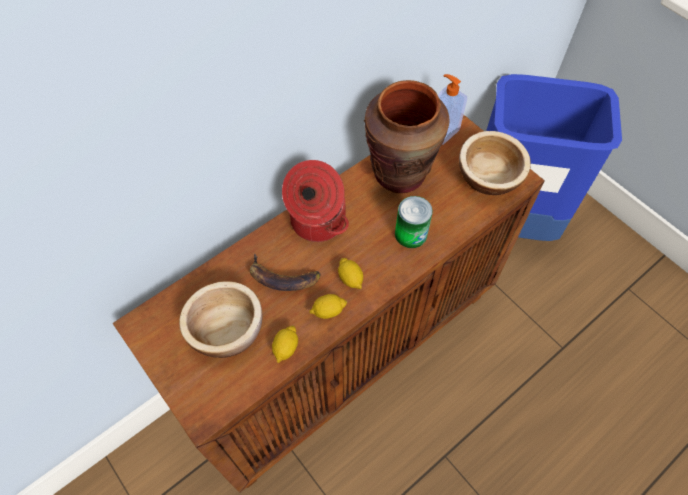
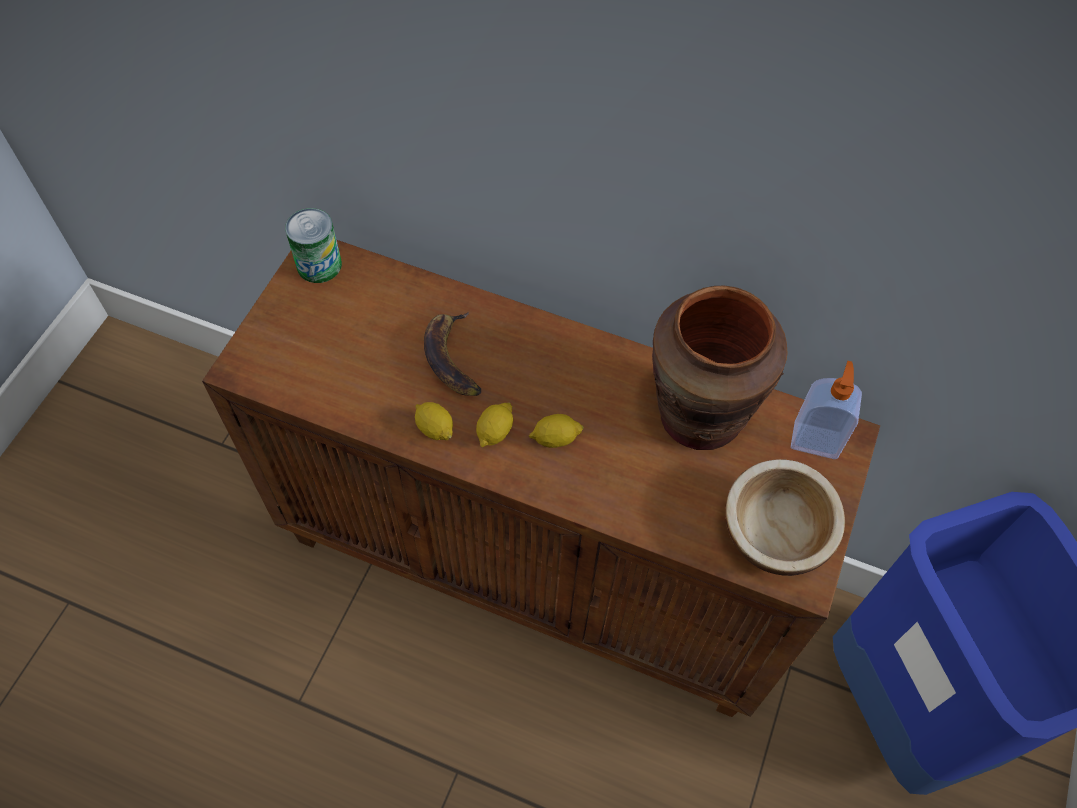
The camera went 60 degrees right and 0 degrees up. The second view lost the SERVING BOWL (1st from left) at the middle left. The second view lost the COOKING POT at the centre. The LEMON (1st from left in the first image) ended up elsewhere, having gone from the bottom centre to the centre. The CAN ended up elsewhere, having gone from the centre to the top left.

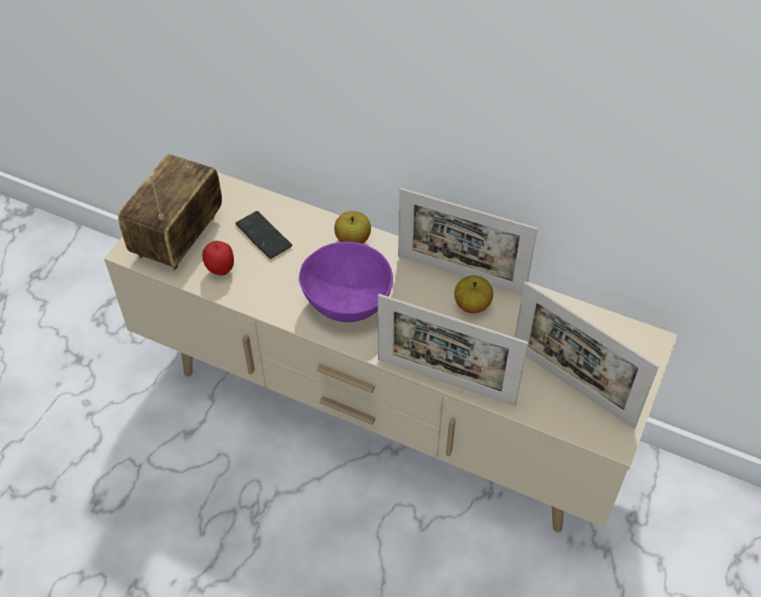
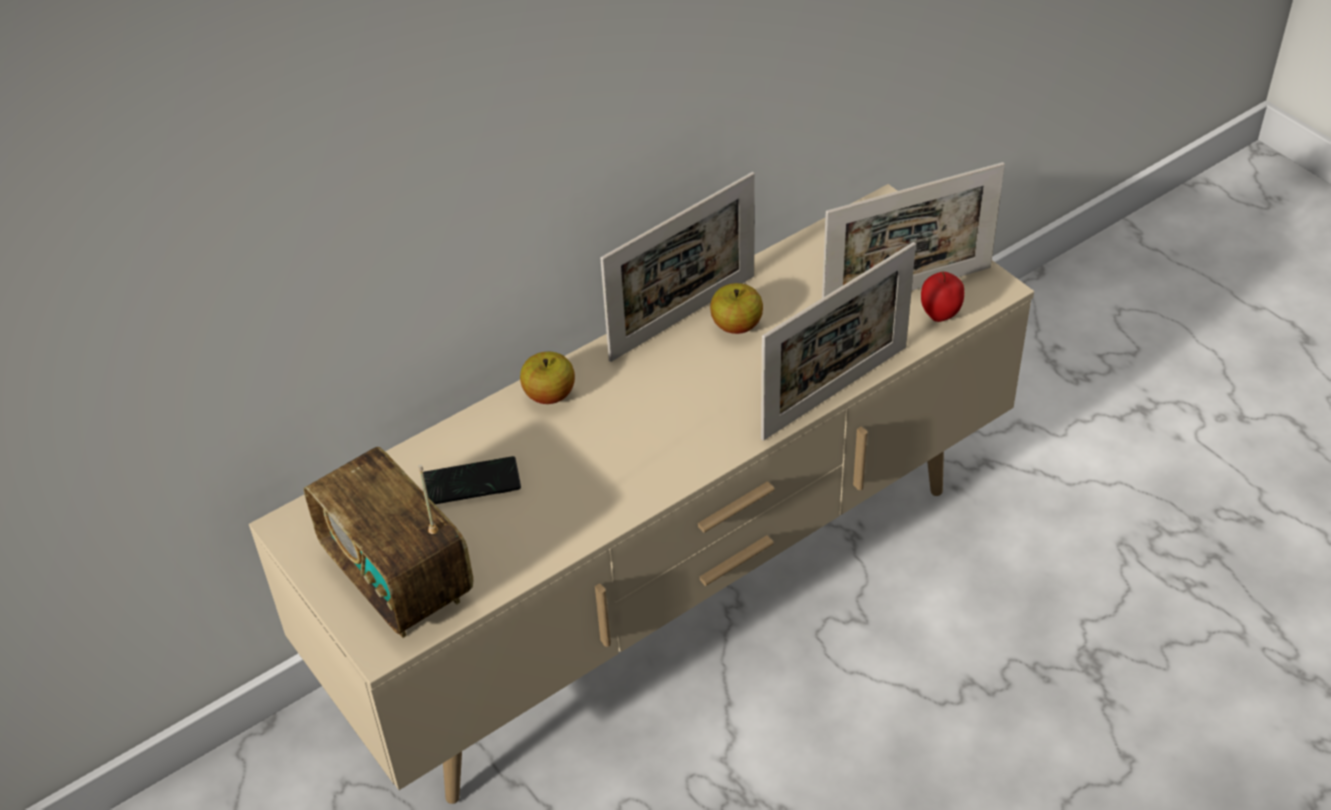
The camera went 60 degrees left and 5 degrees down. The second view lost the PURPLISH SERVING BOWL at the centre. The APPLE FRUIT (1st from left in the first image) ended up elsewhere, having gone from the middle left to the middle right.

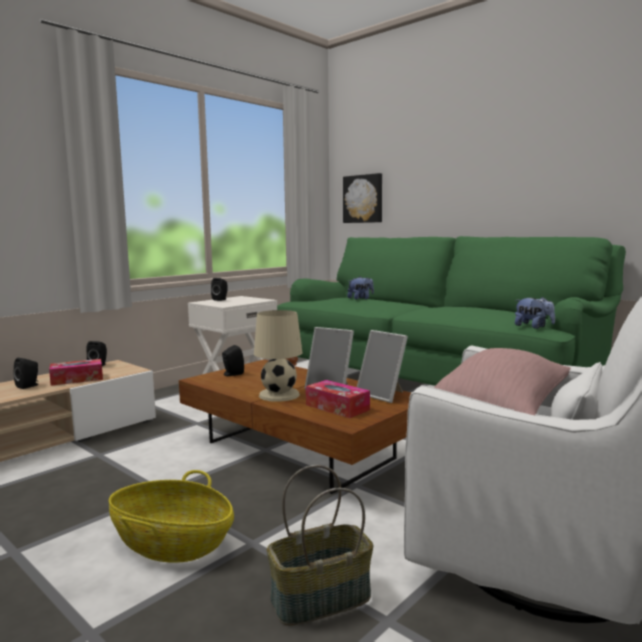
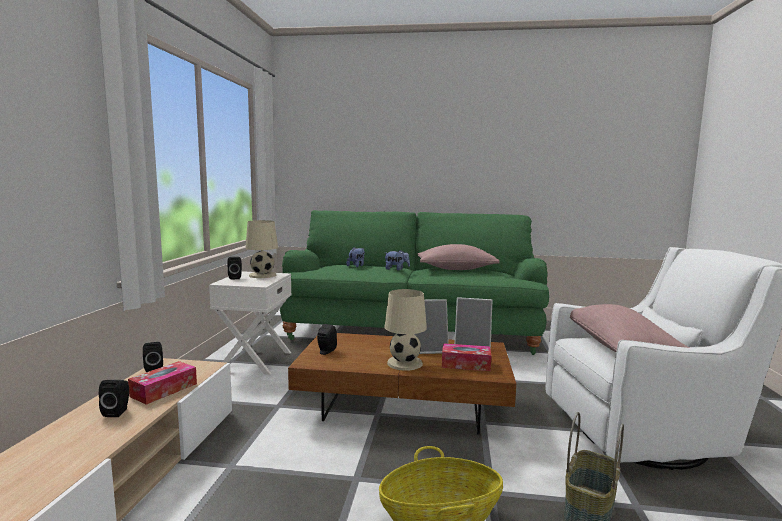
The camera went 35 degrees left and 0 degrees up. The second view lost the WALL PICTURE at the top centre. The second view gained the SAND-COLOURED LAMP FOR A TABLE (1st from left) at the centre. The second view gained the PINK-COLOURED CUSHION (1st from left) at the centre. The CUDDLY TOY (2nd from left) ended up elsewhere, having gone from the middle right to the centre.

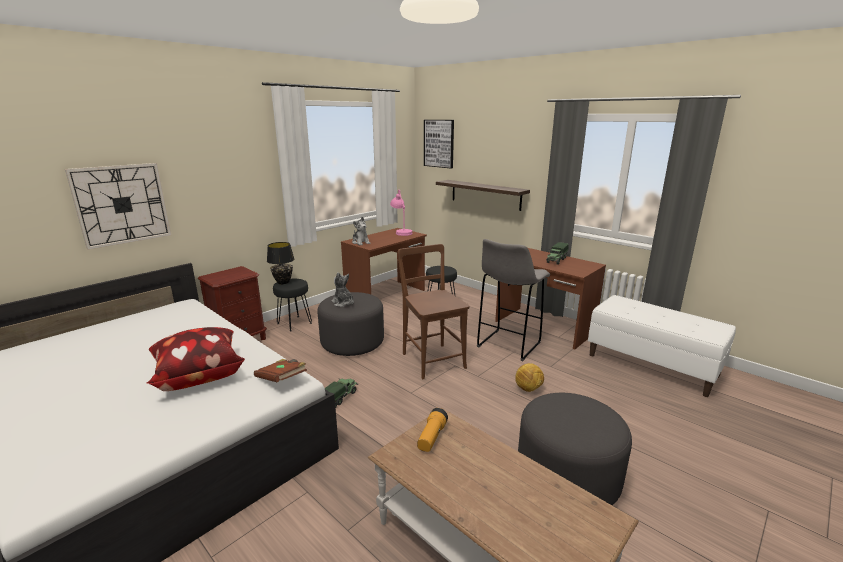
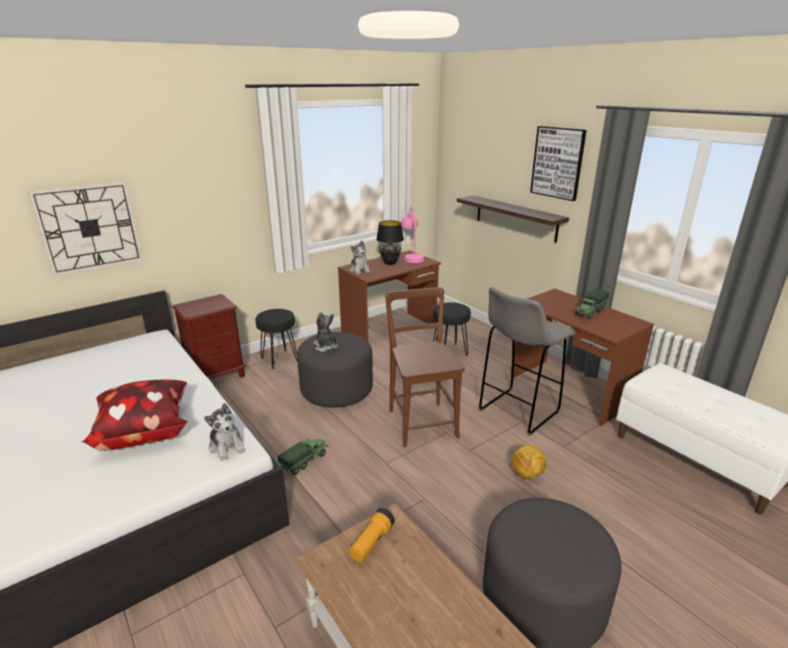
The camera went 10 degrees right and 5 degrees up. The BLACK LAMP FOR A TABLE ended up elsewhere, having gone from the middle left to the centre. The WALL PICTURE ended up elsewhere, having gone from the top centre to the top right. Where the BROWN VOLUME stood at the middle left, the CUDDLY TOY (1st from left) came to stand at the bottom left.

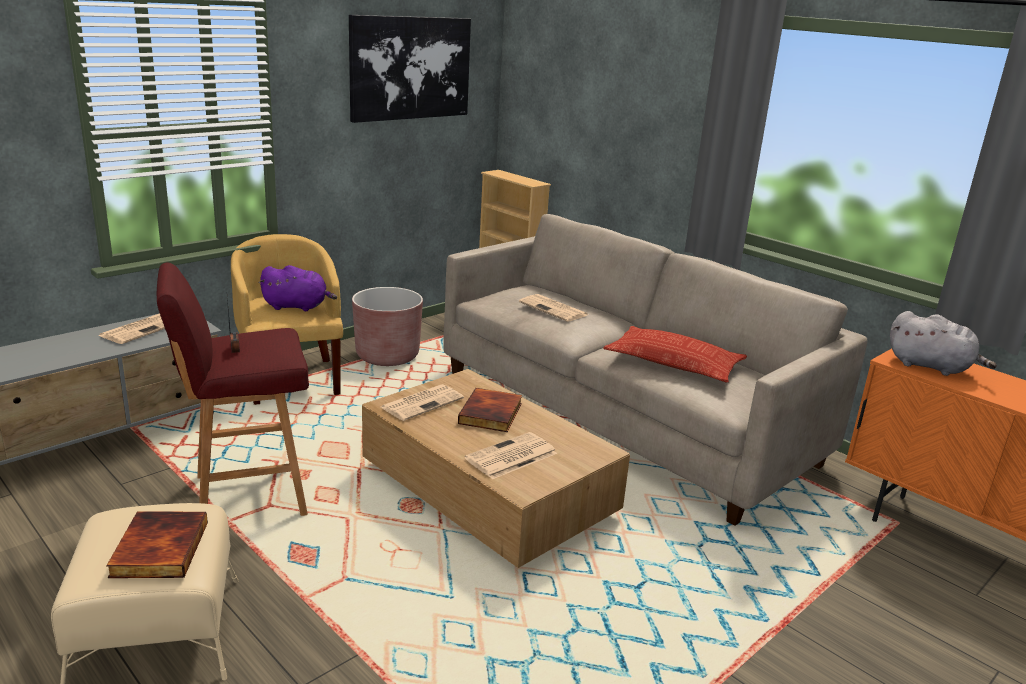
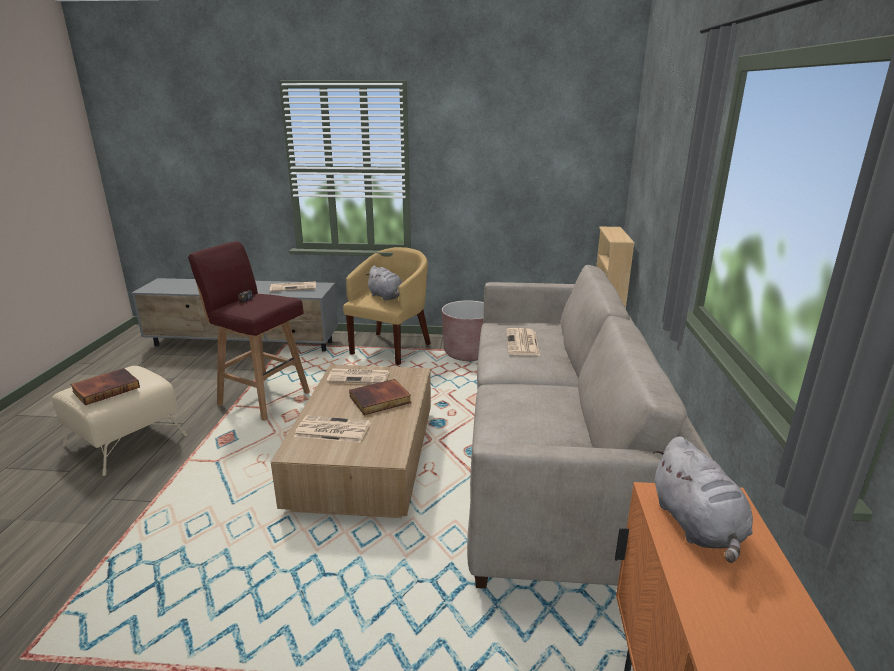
The camera went 50 degrees right and 0 degrees up. The second view lost the WALL PICTURE at the top centre. The second view lost the CUSHION at the centre. What was the PURPLISH CUDDLY TOY at the middle left turned into the GREY CUDDLY TOY (1st from left) at the centre.

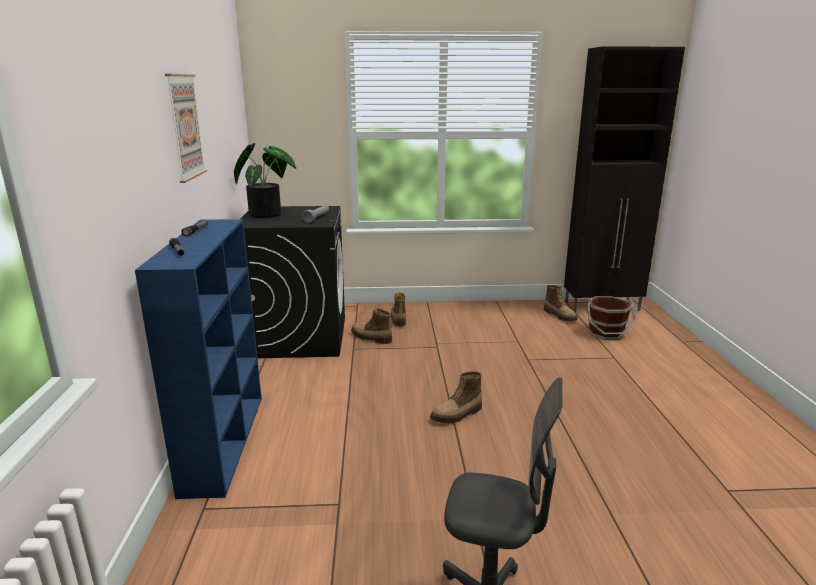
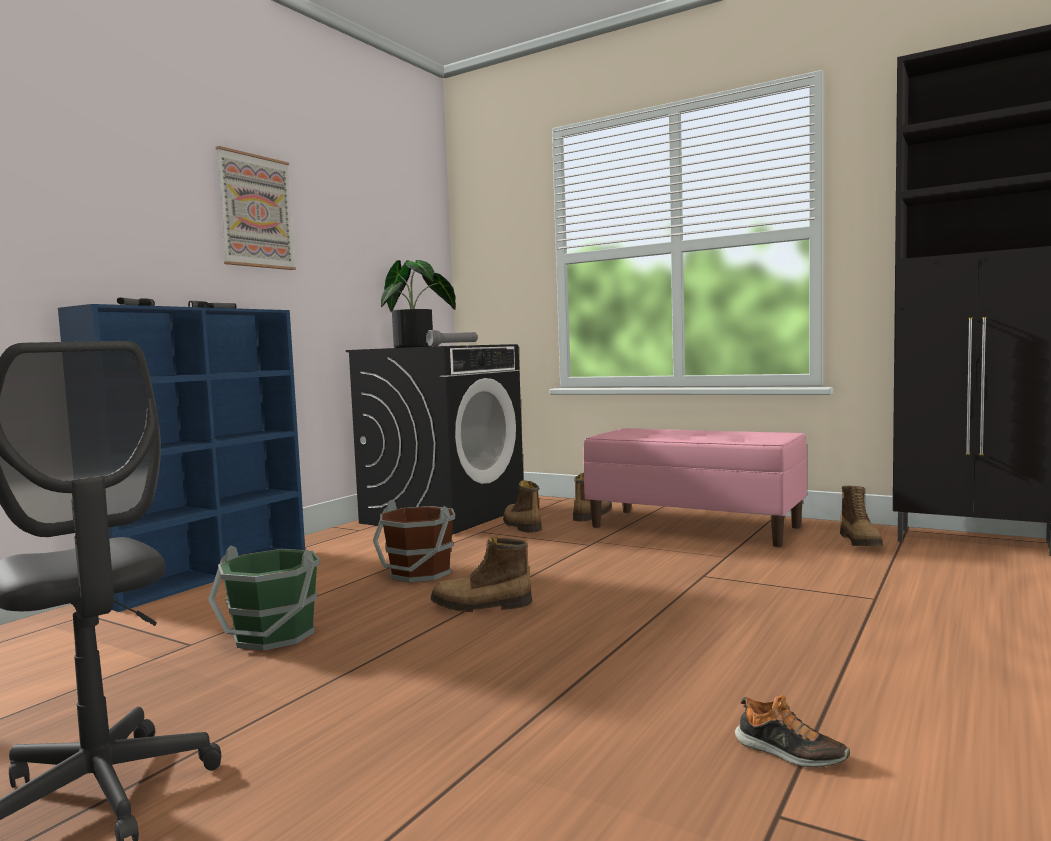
The camera went 35 degrees right and 15 degrees down. The second view gained the GREEN-COLOURED BUCKET at the bottom left. The second view gained the PINK-COLOURED INDOOR BENCH at the centre. The second view gained the LOW SHOE at the bottom right. The BROWN BUCKET ended up elsewhere, having gone from the middle right to the centre.

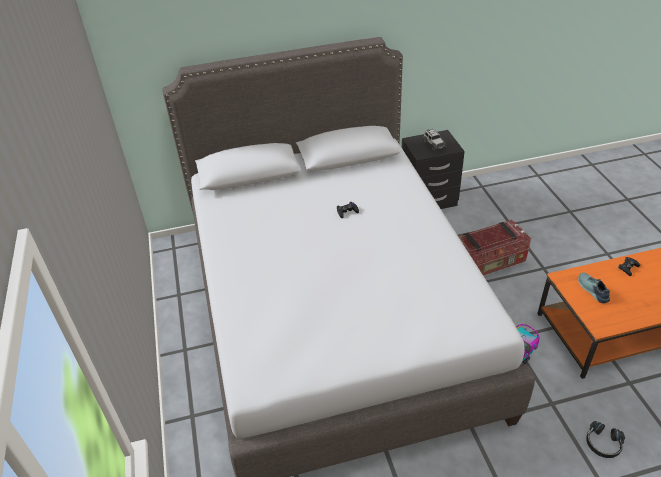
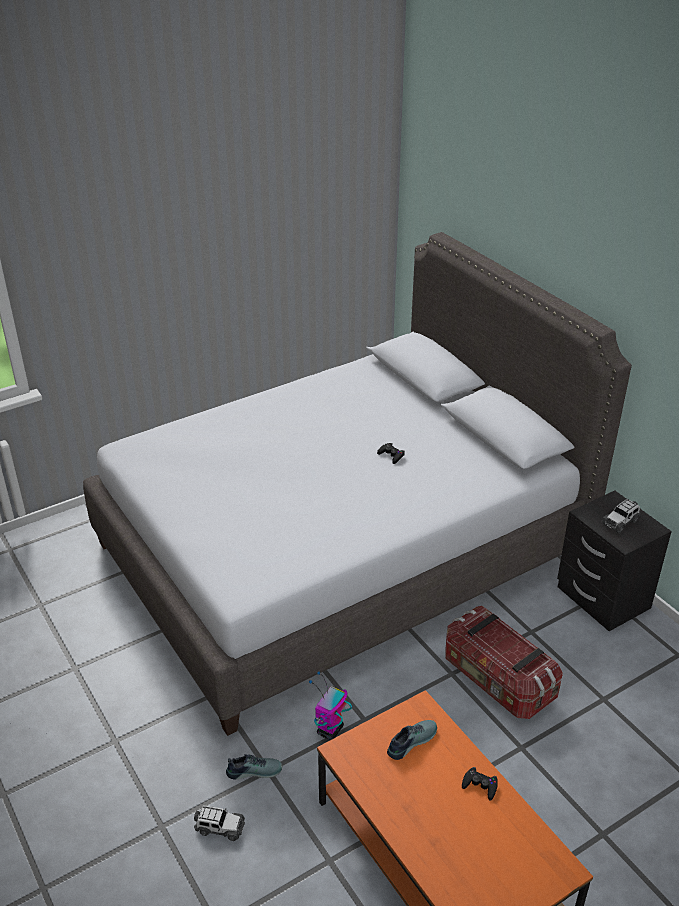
The camera went 70 degrees right and 5 degrees down. The second view gained the LOW SHOE (1st from left) at the bottom centre. Where the BLACK HEADPHONES stood at the bottom right, the MODEL CAR (1st from left) came to stand at the bottom left.

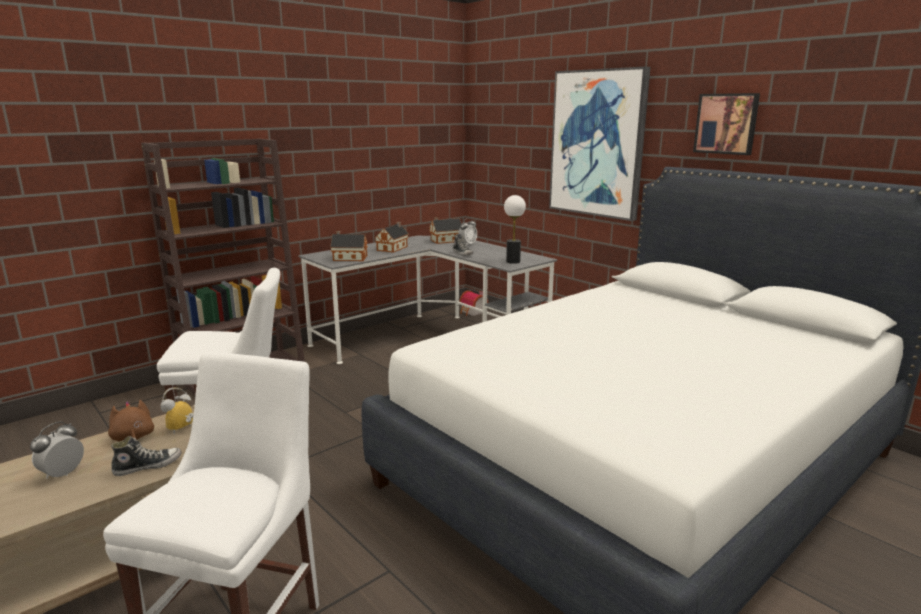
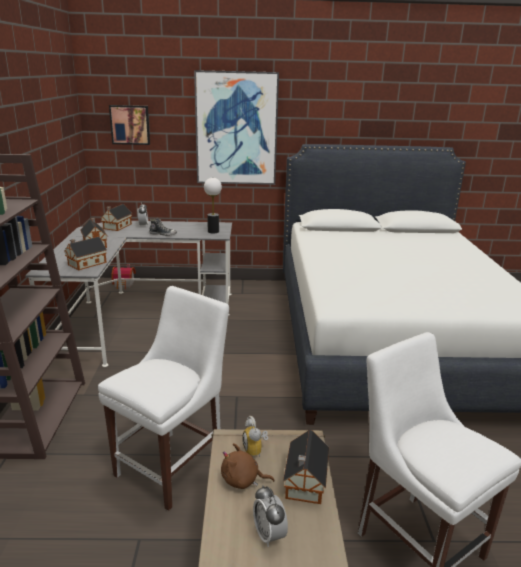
The camera went 50 degrees left and 5 degrees up. The WALL PICTURE (2nd from left in the first image) ended up elsewhere, having gone from the top right to the top left. Where the LOW SHOE (1st from left) stood at the bottom left, the MINIATURE HOUSE (5th from left) came to stand at the bottom centre.

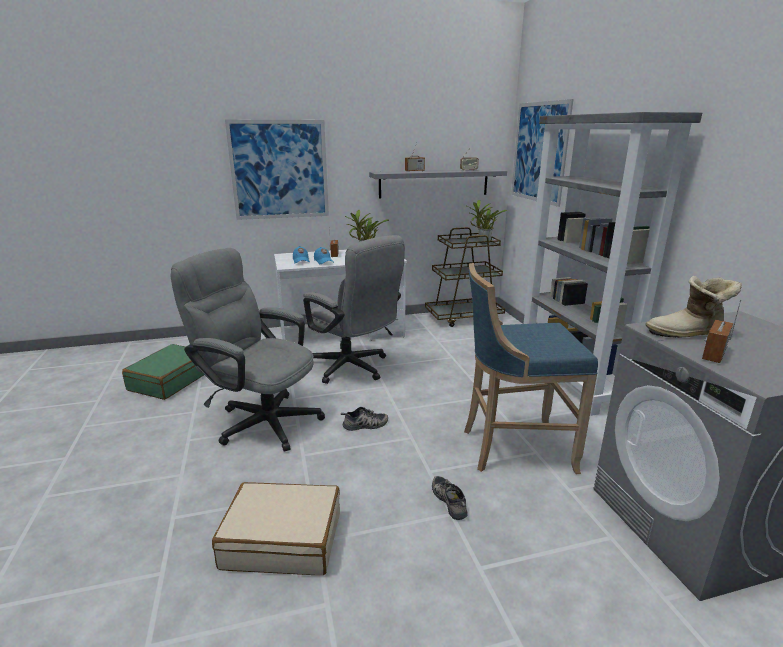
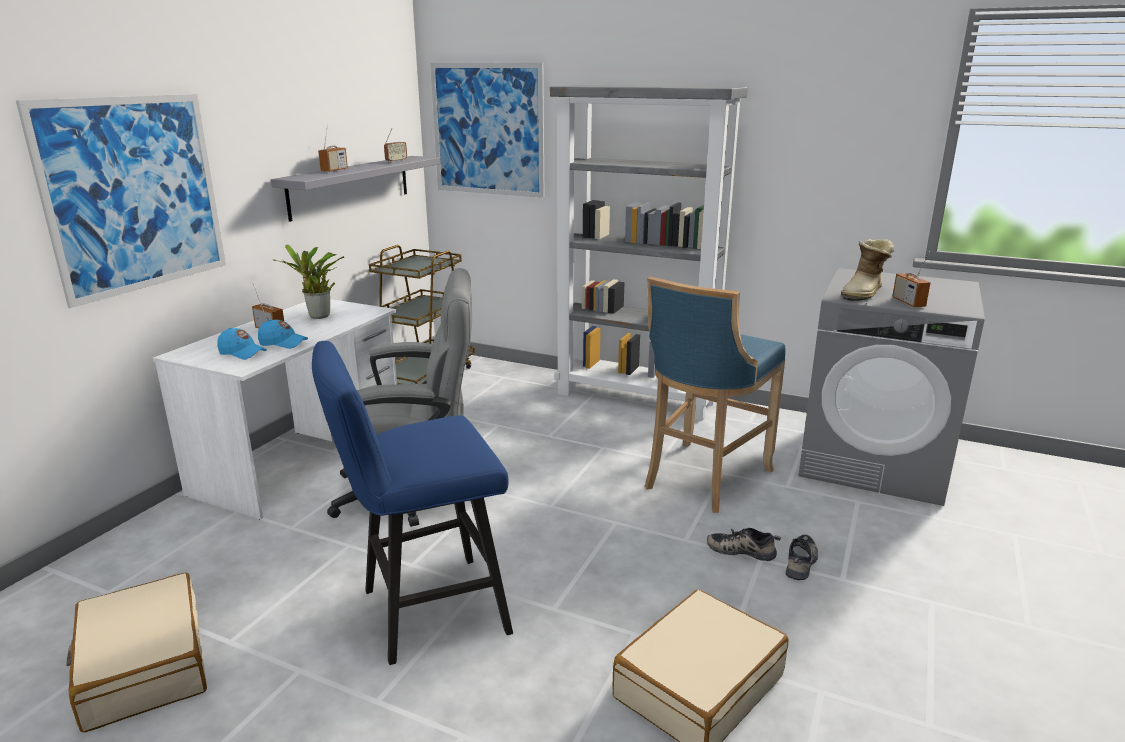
The camera went 50 degrees left and 0 degrees up. The second view lost the HOUSEPLANT (2nd from left) at the centre. The LOW SHOE (1st from left in the first image) ended up elsewhere, having gone from the centre to the bottom right. Where the GREY DESK CHAIR (1st from left) stood at the middle left, the BLUISH SITTING STOOL (1st from left) came to stand at the bottom centre. What was the GREEN-COLOURED TRAVEL CASE at the middle left turned into the SAND-COLOURED TRAVEL CASE (1st from left) at the bottom left.

